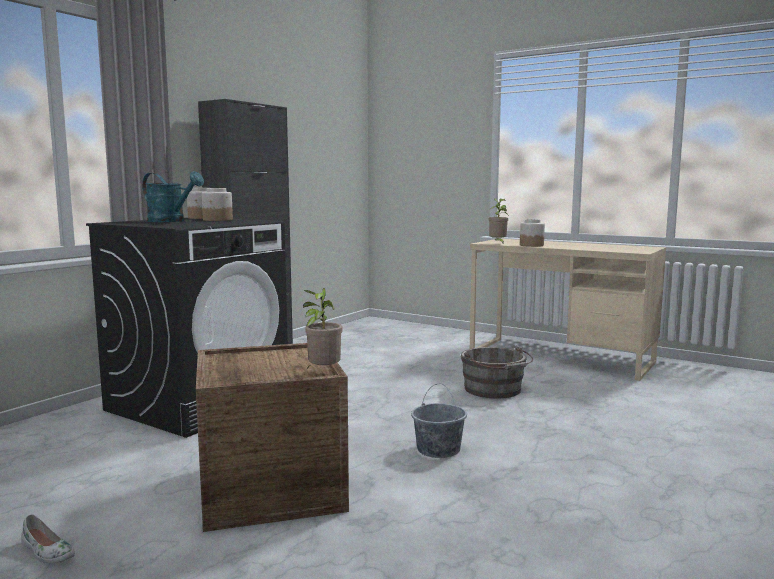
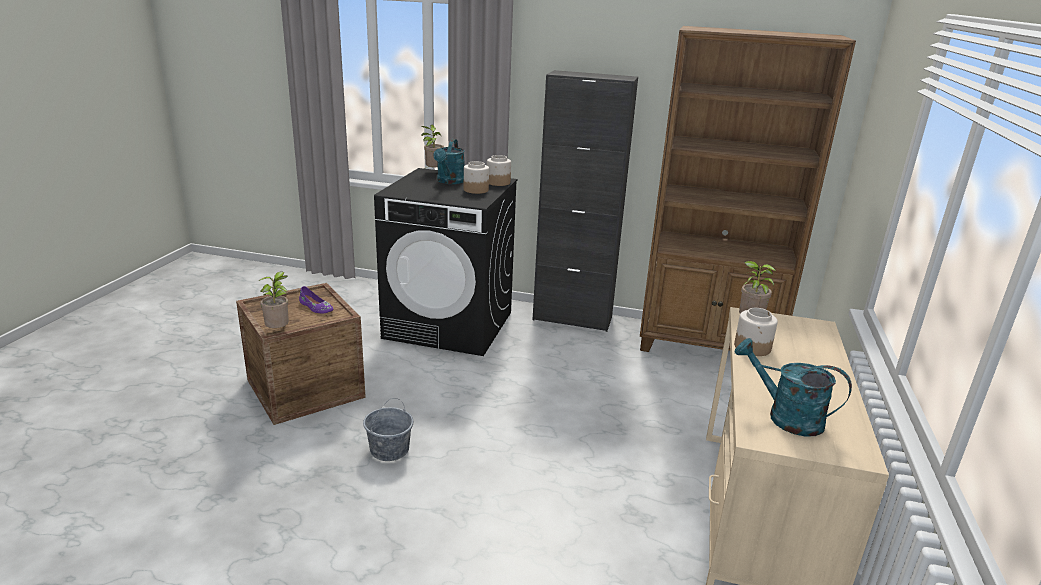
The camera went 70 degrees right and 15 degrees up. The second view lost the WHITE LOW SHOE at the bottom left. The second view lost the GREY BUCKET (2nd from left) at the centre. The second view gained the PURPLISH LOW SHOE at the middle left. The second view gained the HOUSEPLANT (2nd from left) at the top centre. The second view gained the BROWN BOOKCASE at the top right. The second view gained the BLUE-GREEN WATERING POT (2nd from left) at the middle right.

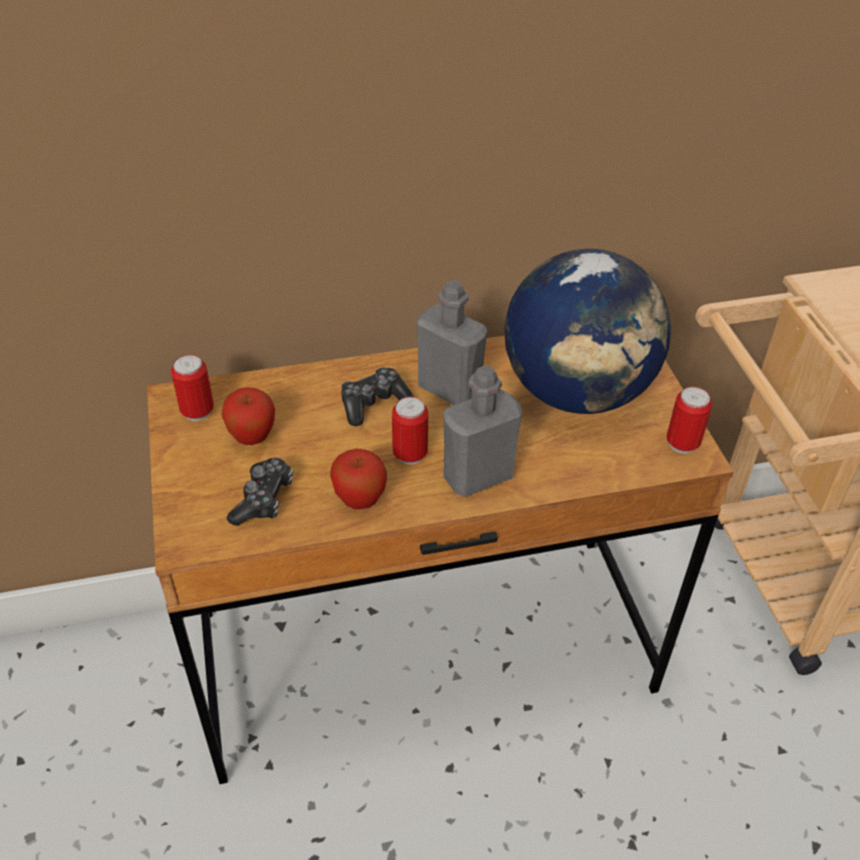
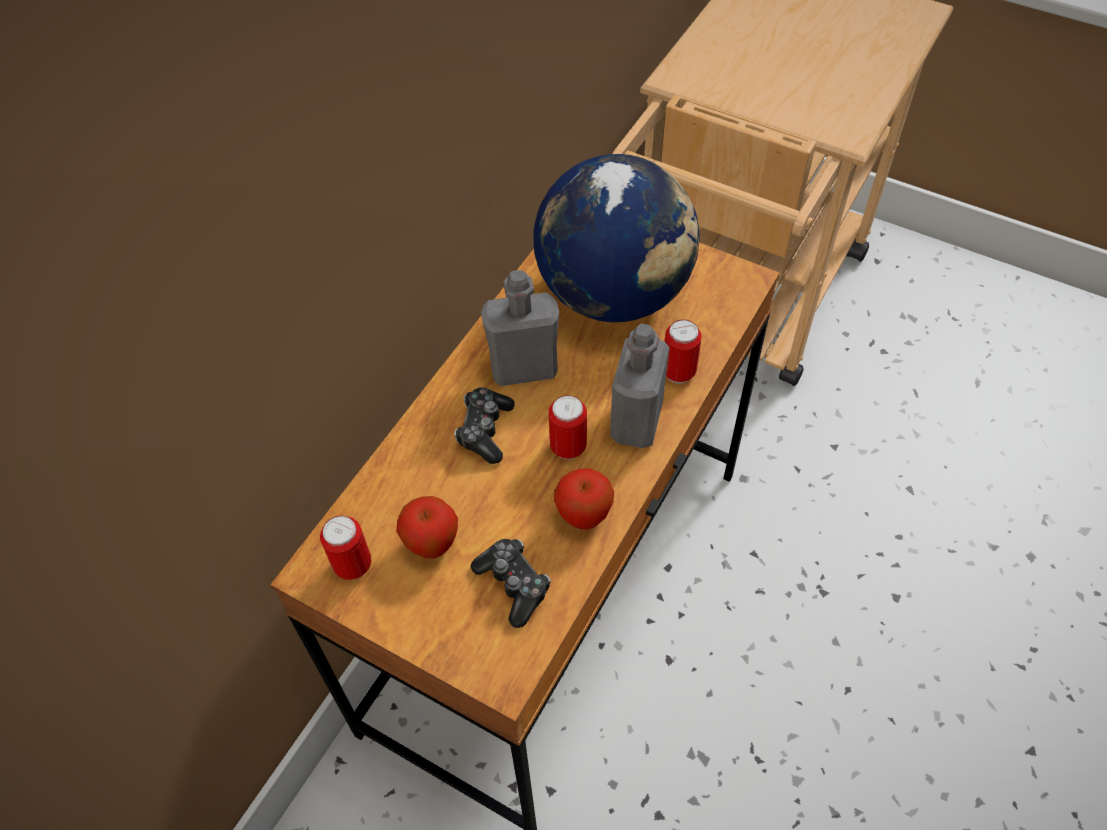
The camera went 45 degrees left and 10 degrees up. The CAN (3rd from left) ended up elsewhere, having gone from the middle right to the centre.

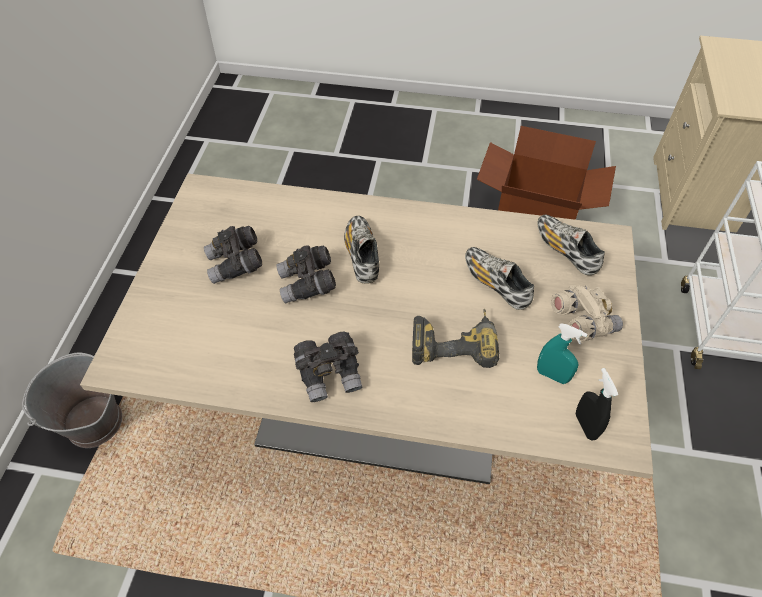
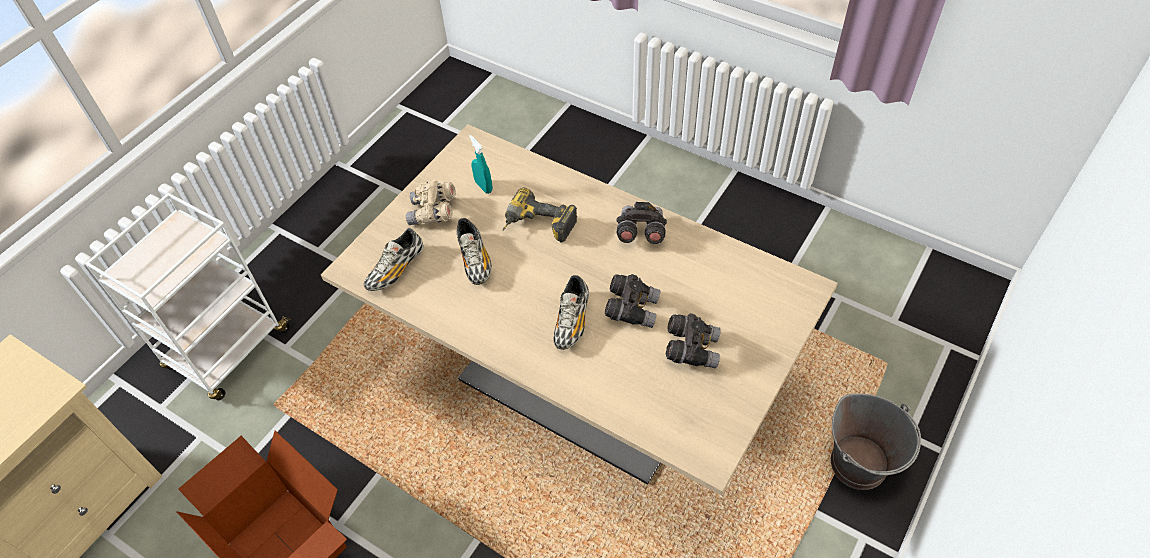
The camera went 155 degrees left and 0 degrees up. The second view lost the BLACK SPRAY BOTTLE at the bottom right. The LOW SHOE (3rd from left in the first image) at the middle right ended up facing another way, 45 degrees clockwise from before.

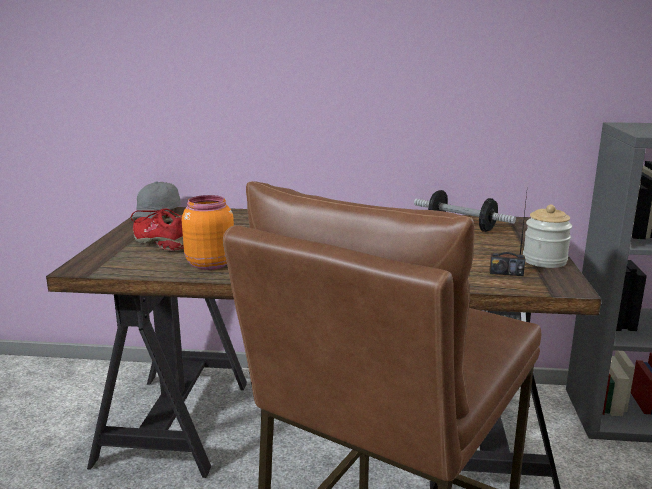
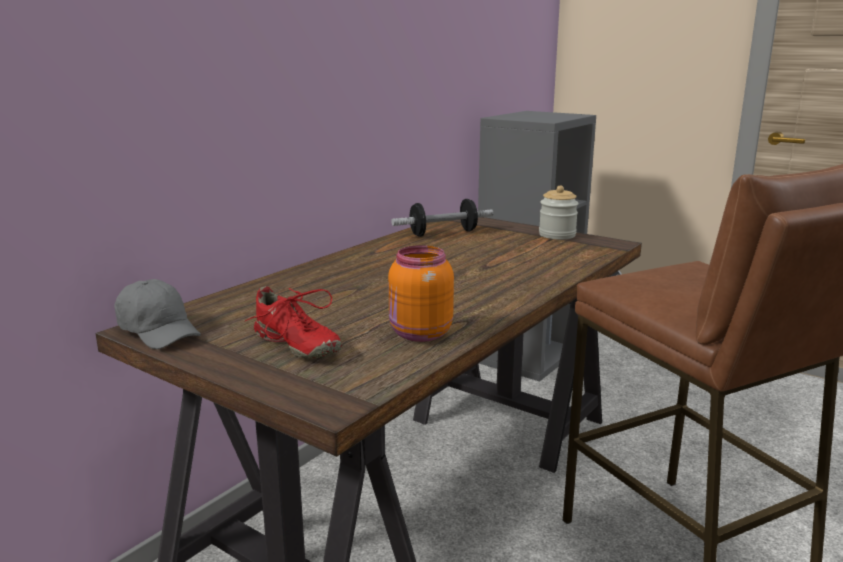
The camera went 60 degrees left and 0 degrees up. The second view lost the RADIO RECEIVER at the middle right. The REDDISH LOW SHOE at the middle left ended up facing another way, 120 degrees counterclockwise from before.

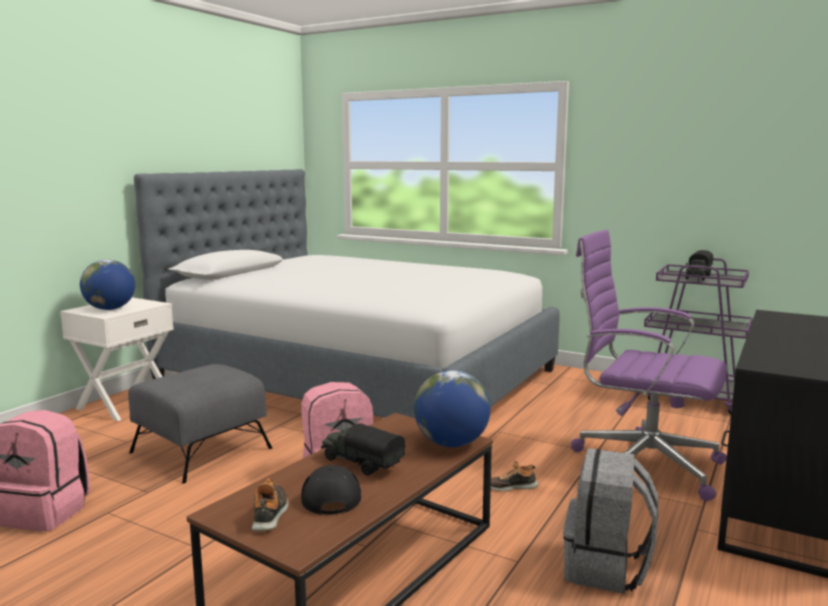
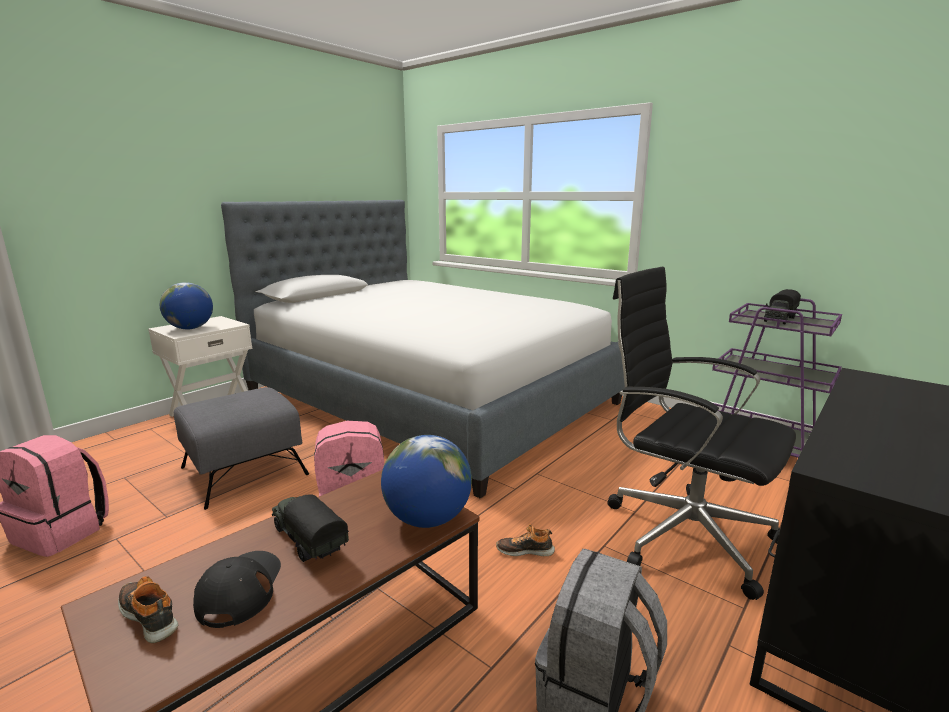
The camera went 10 degrees right and 5 degrees up. What was the PURPLISH DESK CHAIR at the middle right turned into the BLACK DESK CHAIR at the middle right. The LOW SHOE (1st from left) at the bottom left ended up facing another way, 60 degrees counterclockwise from before.

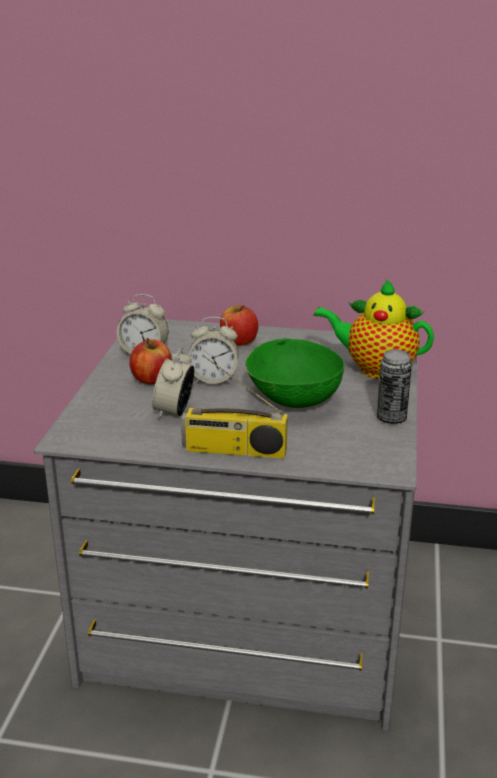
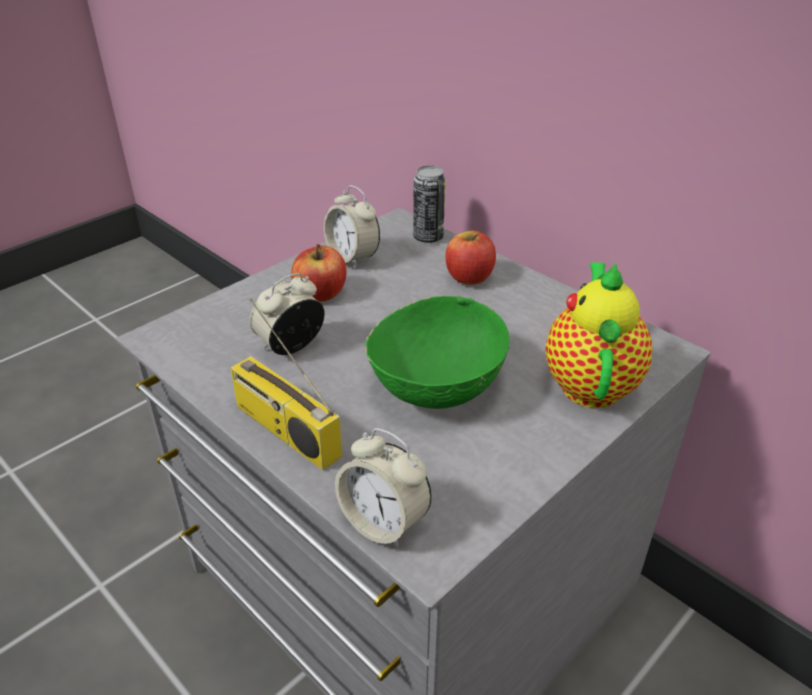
The camera went 35 degrees right and 10 degrees up. The BEDSIDE CLOCK (3rd from left) ended up elsewhere, having gone from the centre to the bottom centre. The CAN ended up elsewhere, having gone from the middle right to the top centre. The TEA POT at the middle right ended up facing another way, 45 degrees clockwise from before.

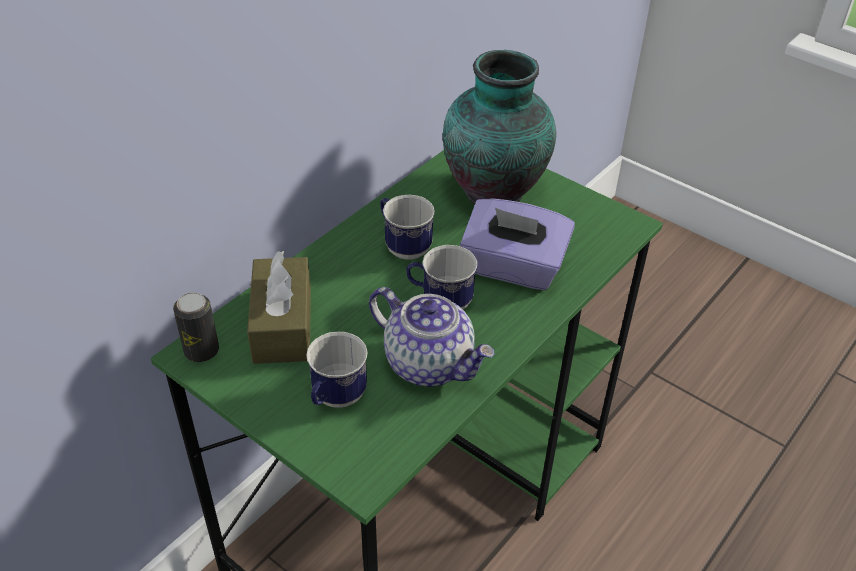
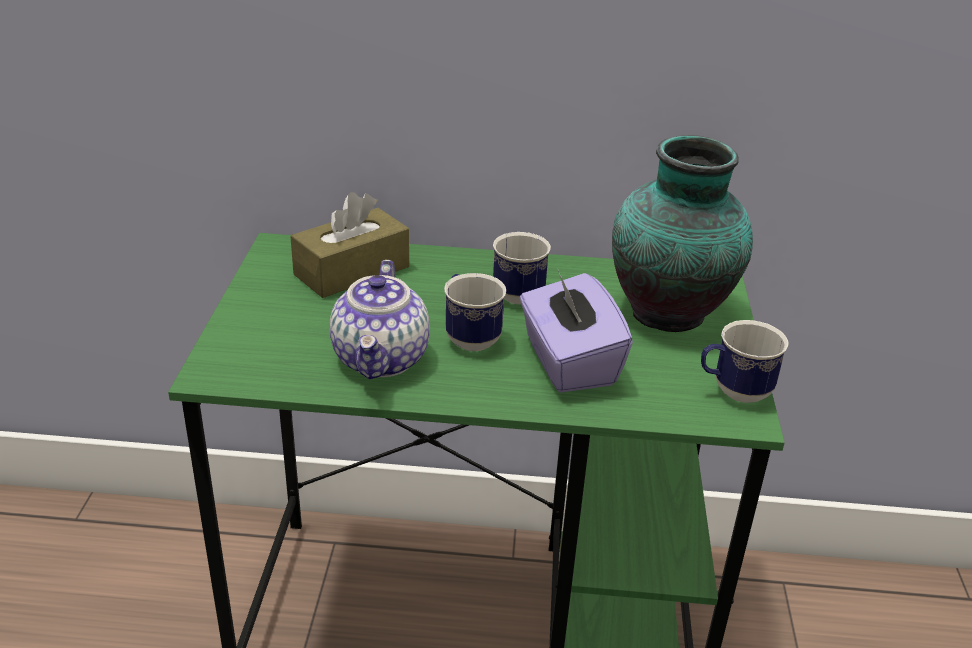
The camera went 55 degrees right and 10 degrees down. The second view lost the CAN at the middle left. The COFFEE MUG (1st from left in the first image) ended up elsewhere, having gone from the centre to the middle right.

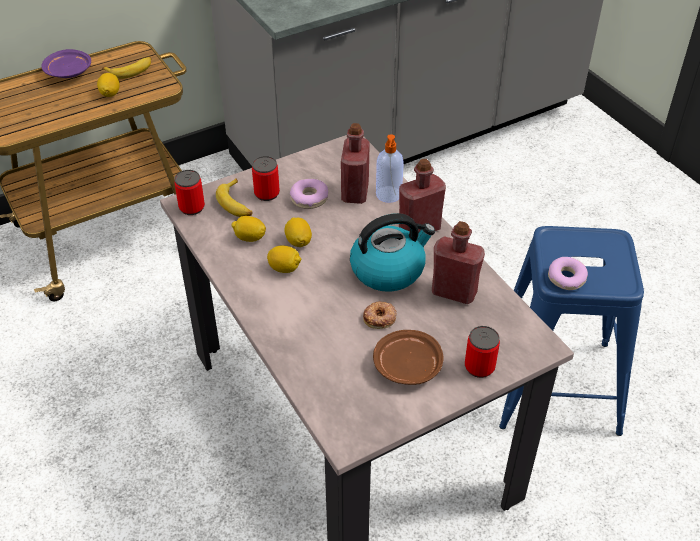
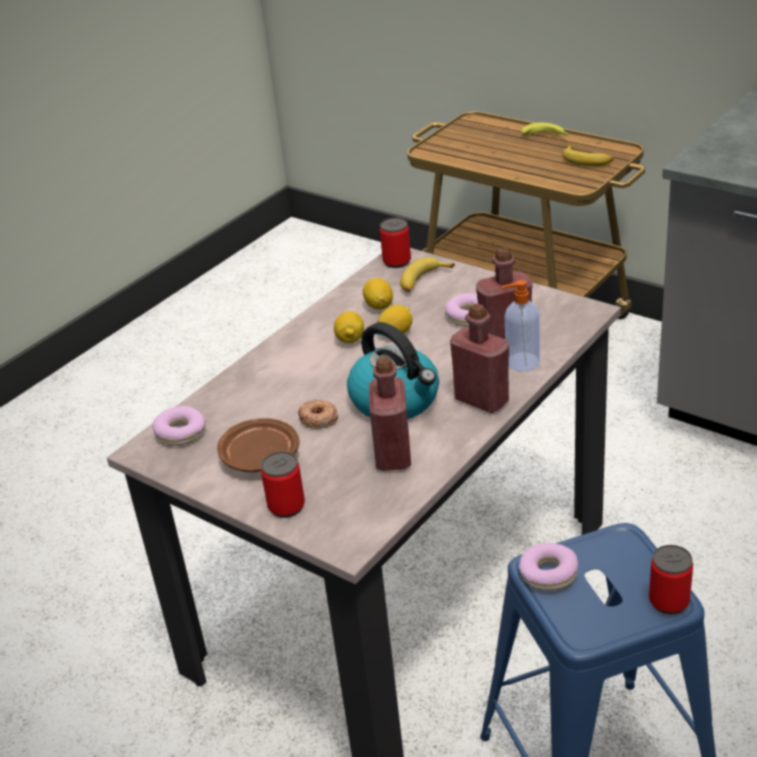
The camera went 70 degrees right and 10 degrees down. The second view lost the LEMON (1st from left) at the top left. The second view gained the DOUGHNUT (1st from left) at the middle left. The CAN (2nd from left in the first image) ended up elsewhere, having gone from the top centre to the bottom right. Where the PURPLISH FLAT DISH stood at the top left, the WHOLE BANANA (2nd from left) came to stand at the top right.

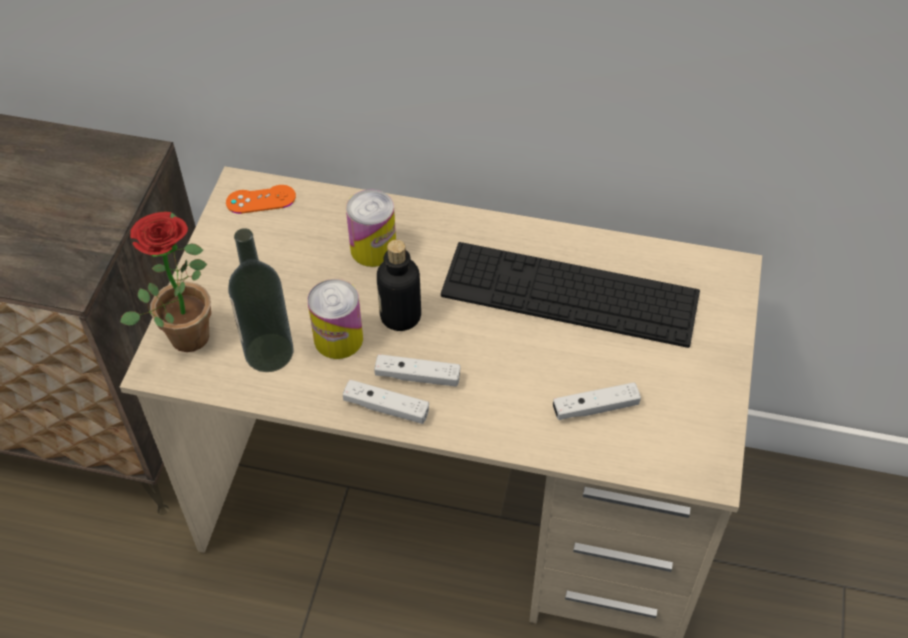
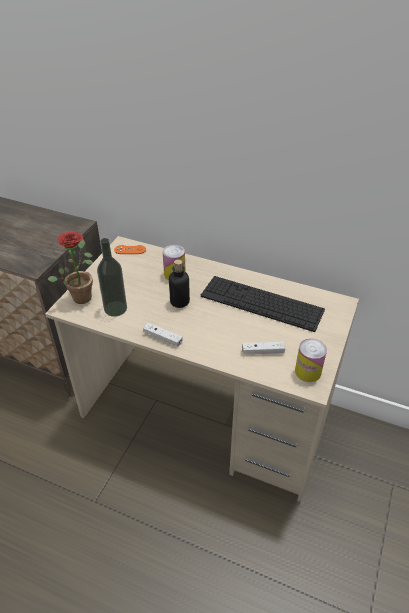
The camera went 10 degrees right and 10 degrees down. The second view lost the WHITE GAMEPAD (2nd from left) at the centre. The CAN (1st from left in the first image) ended up elsewhere, having gone from the centre to the middle right.

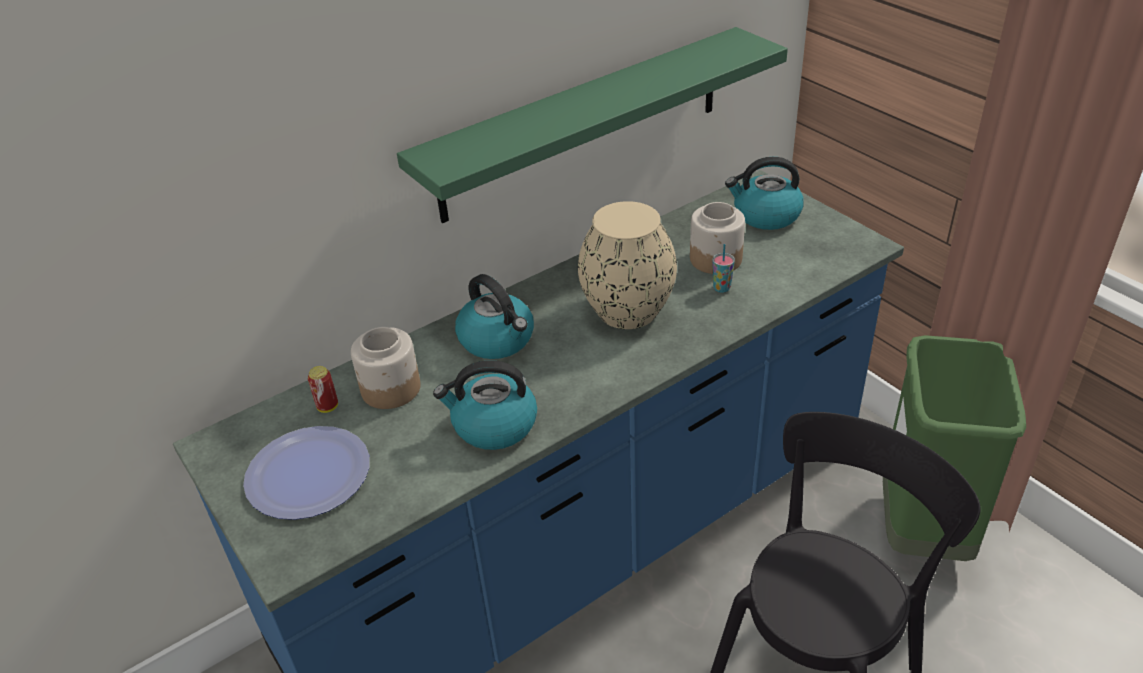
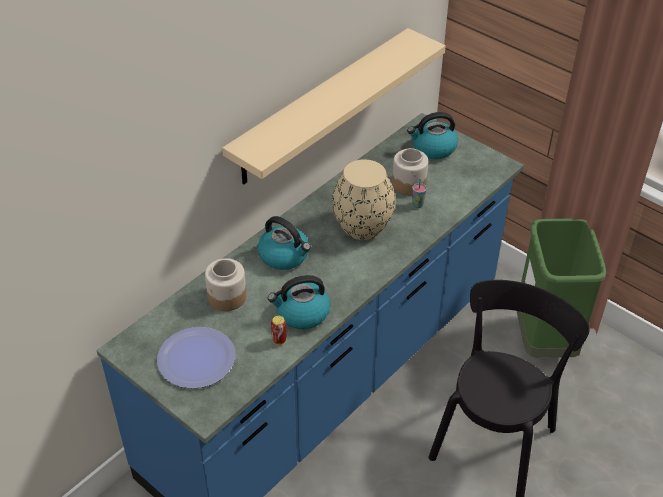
The camera went 15 degrees left and 5 degrees up. The CAN ended up elsewhere, having gone from the middle left to the centre. What was the GREEN-COLOURED WALL SHELF at the top centre turned into the SAND-COLOURED WALL SHELF at the top centre.

